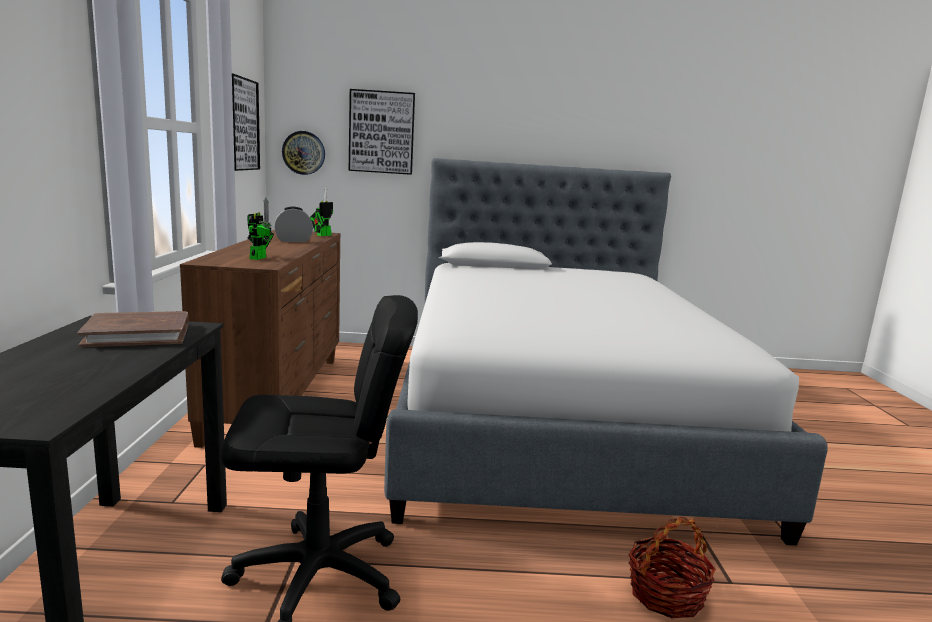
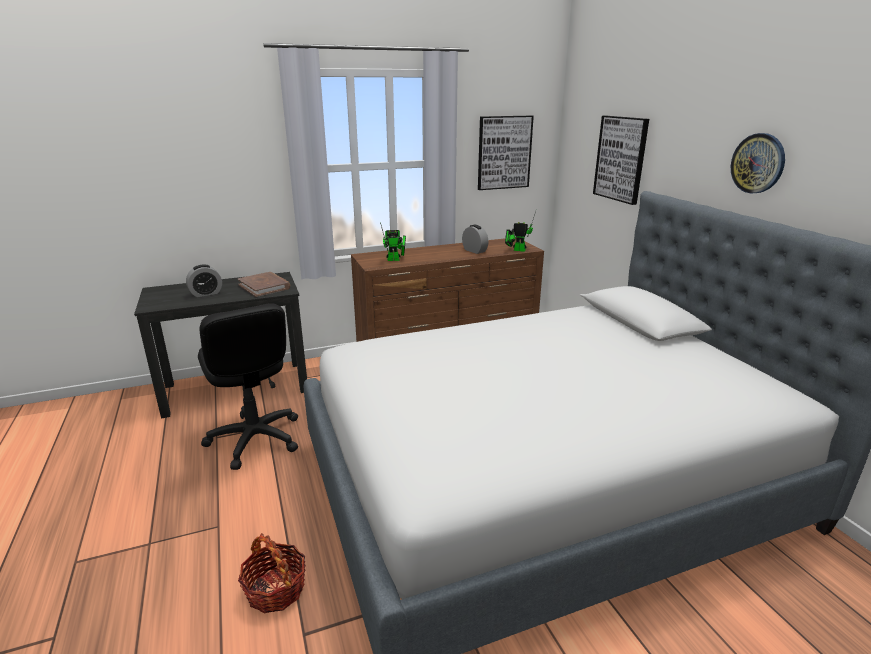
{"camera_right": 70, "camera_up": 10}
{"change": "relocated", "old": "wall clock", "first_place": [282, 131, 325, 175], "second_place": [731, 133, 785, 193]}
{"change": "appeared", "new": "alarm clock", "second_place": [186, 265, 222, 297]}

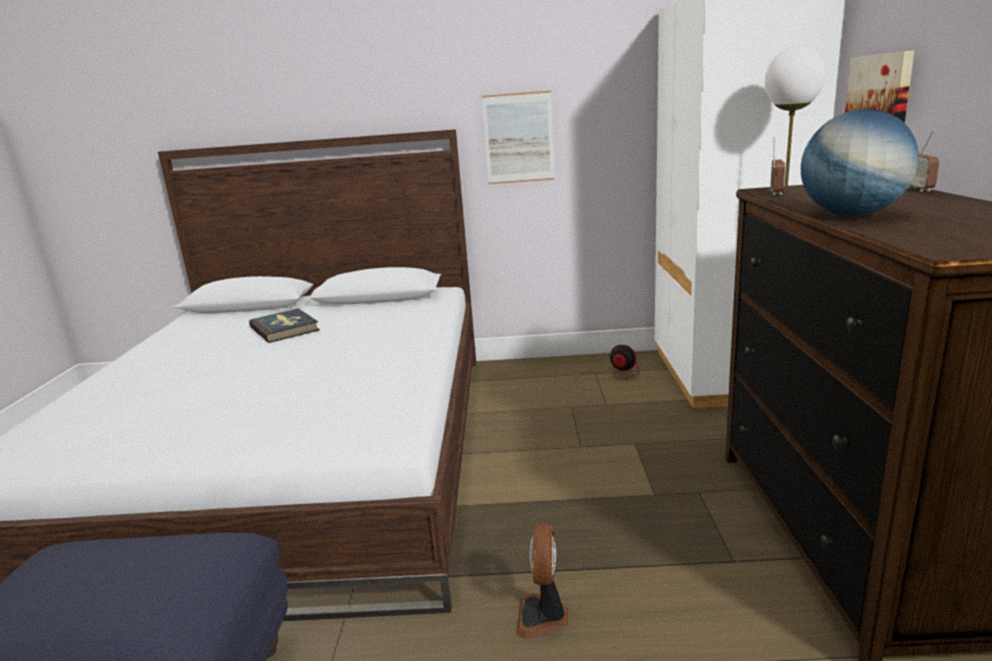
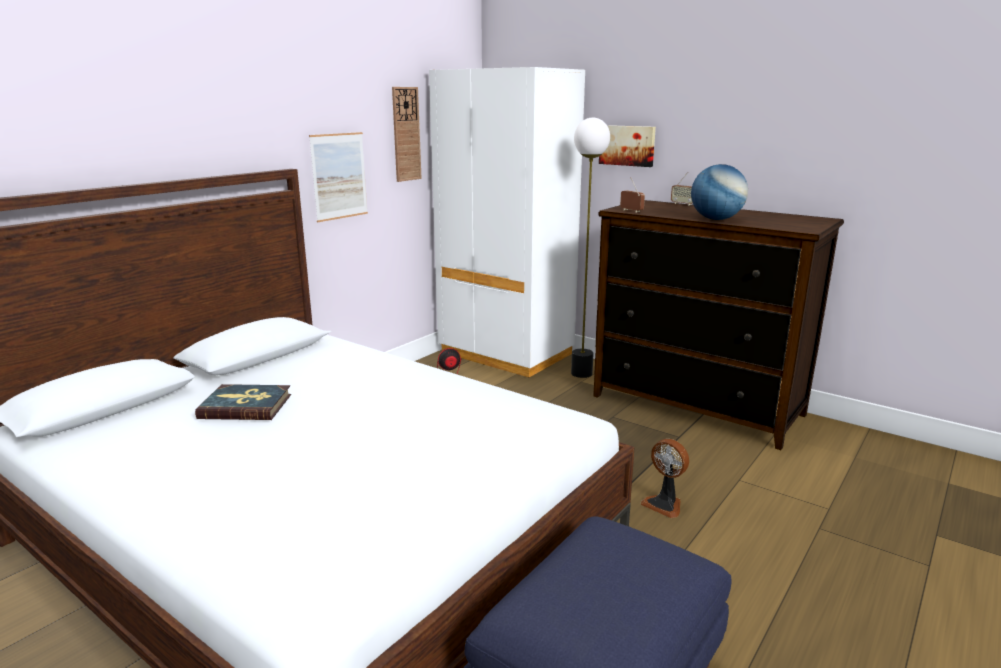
{"camera_right": -55, "camera_up": 0}
{"change": "appeared", "new": "wall clock", "second_place": [392, 87, 422, 182]}

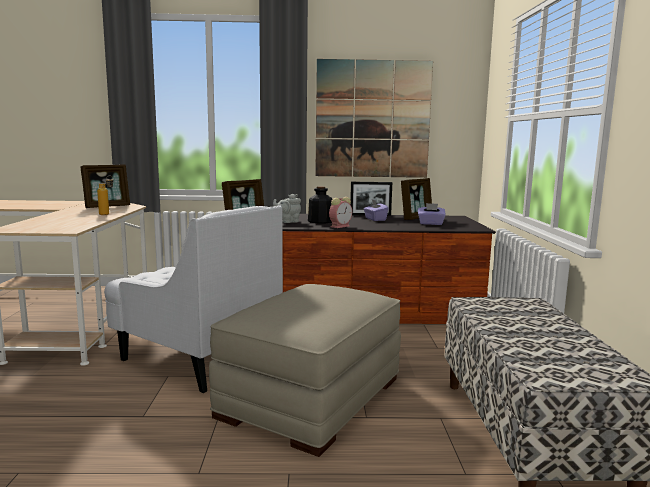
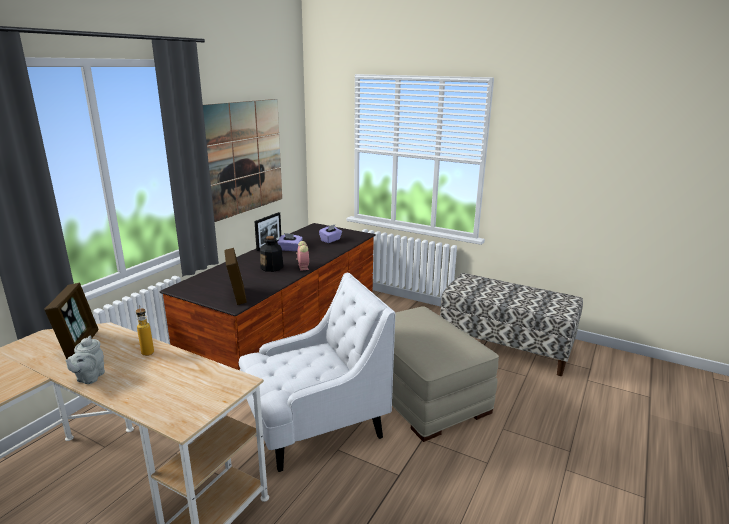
{"camera_right": -60, "camera_up": 10}
{"change": "relocated", "old": "grey teapot", "first_place": [273, 194, 301, 223], "second_place": [65, 335, 105, 384]}
{"change": "missing", "old": "picture frame", "first_place": [401, 178, 432, 220]}

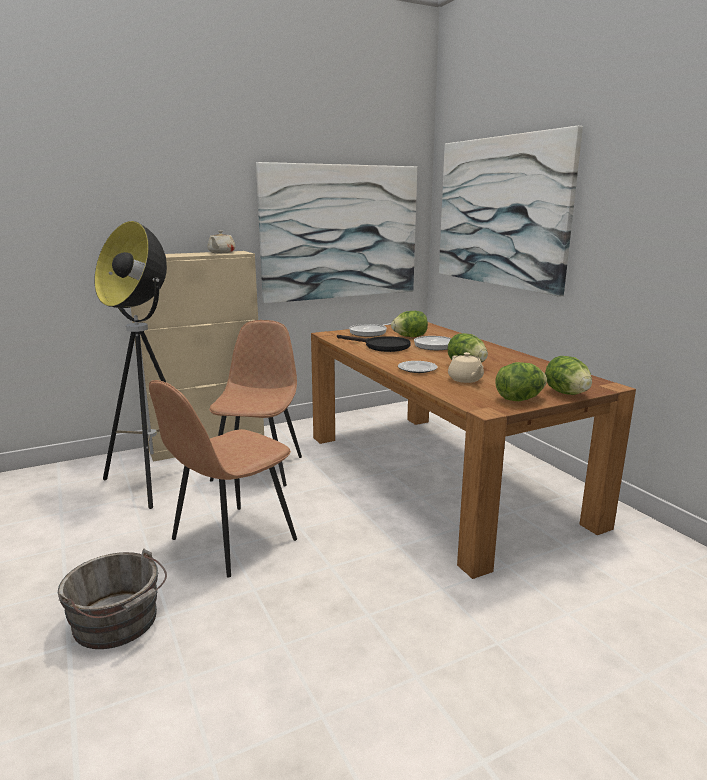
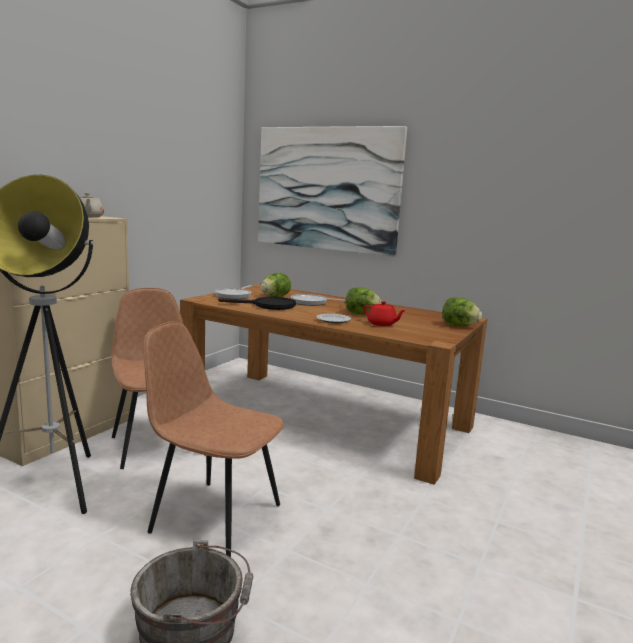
{"camera_right": -35, "camera_up": -5}
{"change": "spun", "old": "brown chair", "first_place": [149, 380, 297, 578], "second_place": [143, 321, 284, 557], "degrees": 105}
{"change": "missing", "old": "picture", "first_place": [256, 162, 417, 303]}
{"change": "colour", "old": "beige teapot", "new": "red teapot", "first_place": [448, 352, 484, 383], "second_place": [363, 301, 406, 326]}
{"change": "missing", "old": "lettuce", "first_place": [495, 362, 547, 401]}

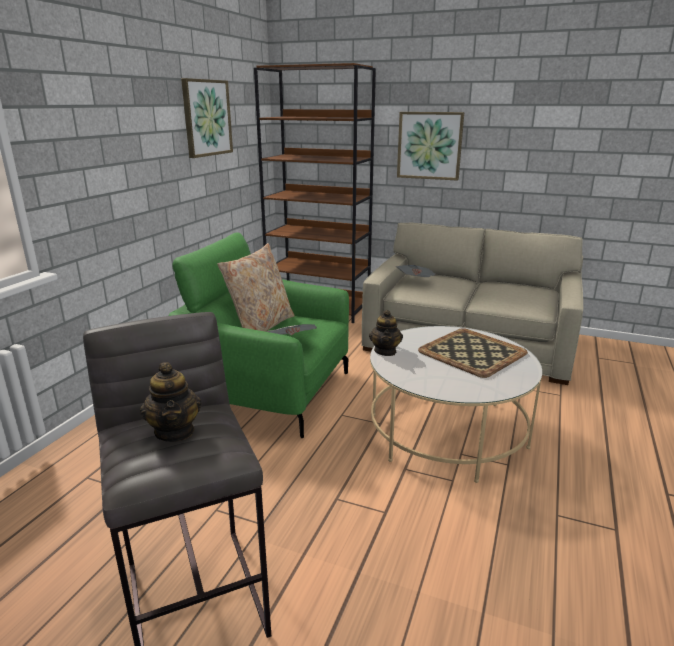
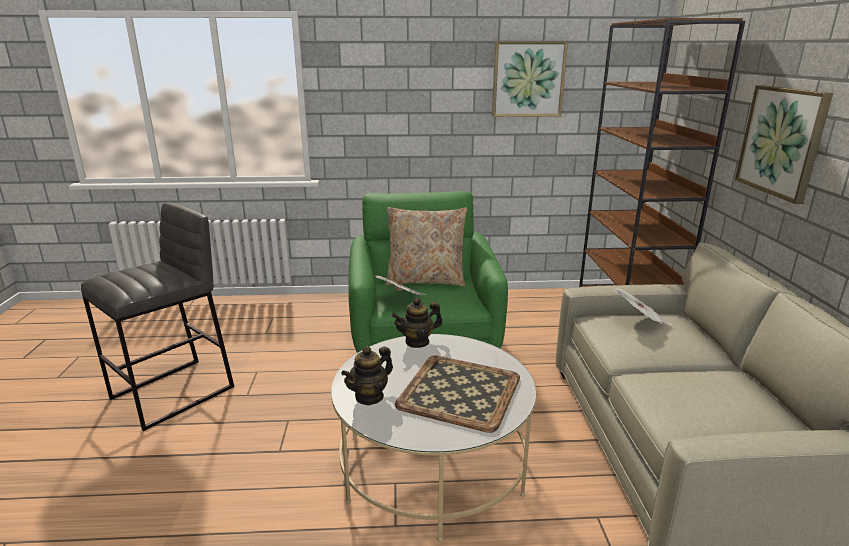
{"camera_right": 65, "camera_up": 0}
{"change": "relocated", "old": "teapot", "first_place": [140, 362, 202, 442], "second_place": [341, 346, 393, 406]}

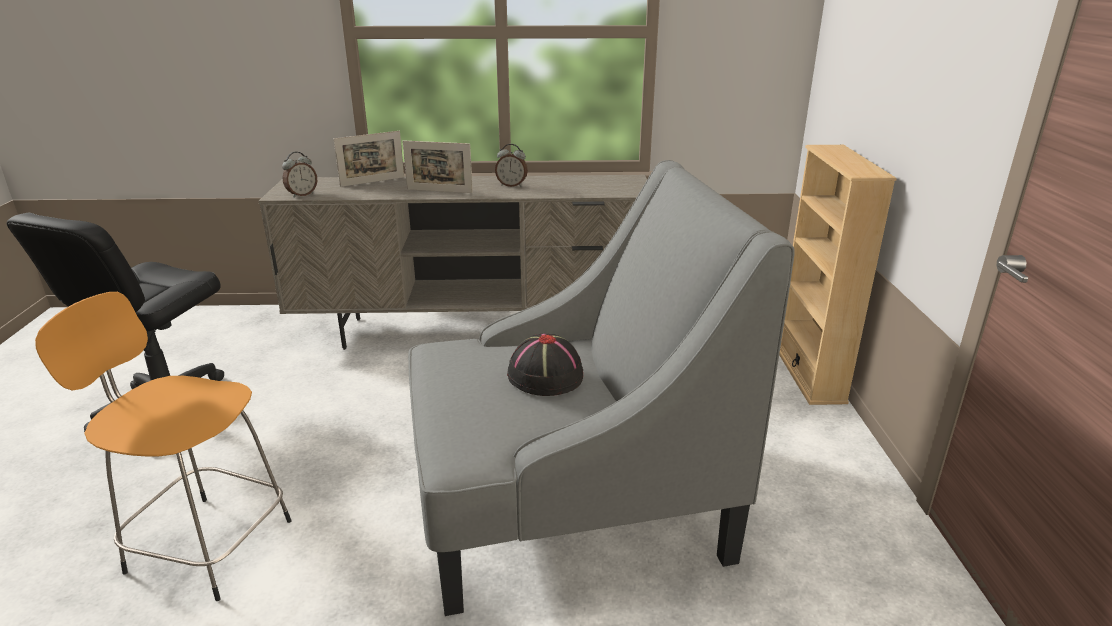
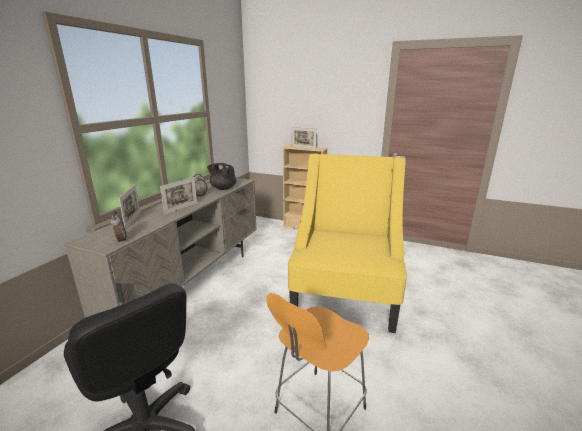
{"camera_right": -65, "camera_up": -5}
{"change": "colour", "old": "grey armchair", "new": "yellow armchair", "first_place": [408, 160, 795, 616], "second_place": [288, 154, 407, 333]}
{"change": "missing", "old": "black hat", "first_place": [507, 334, 583, 396]}
{"change": "appeared", "new": "black teapot", "second_place": [207, 163, 237, 190]}
{"change": "appeared", "new": "picture frame", "second_place": [292, 127, 317, 149]}

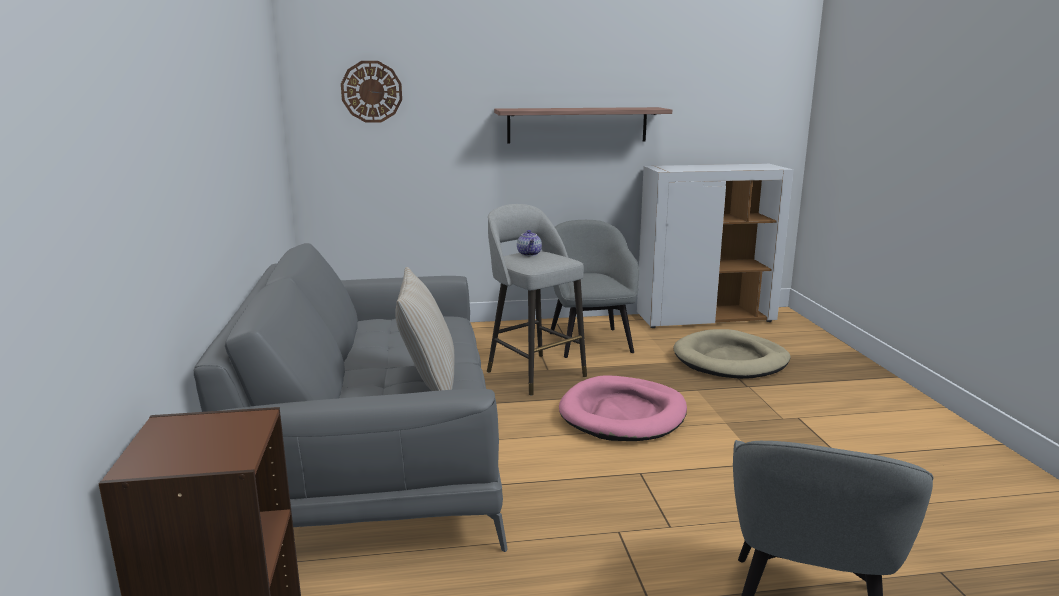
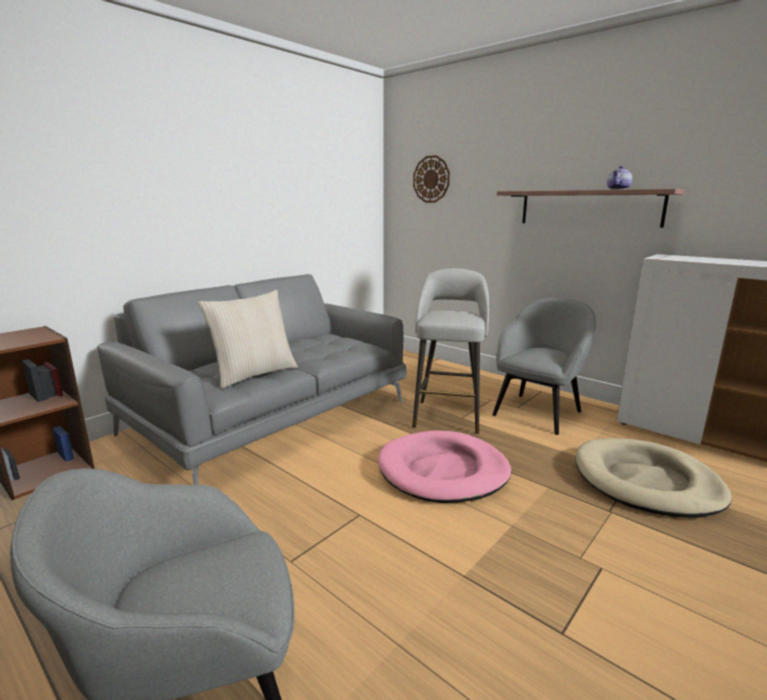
{"camera_right": 50, "camera_up": 0}
{"change": "relocated", "old": "teapot", "first_place": [517, 230, 542, 256], "second_place": [607, 166, 632, 190]}

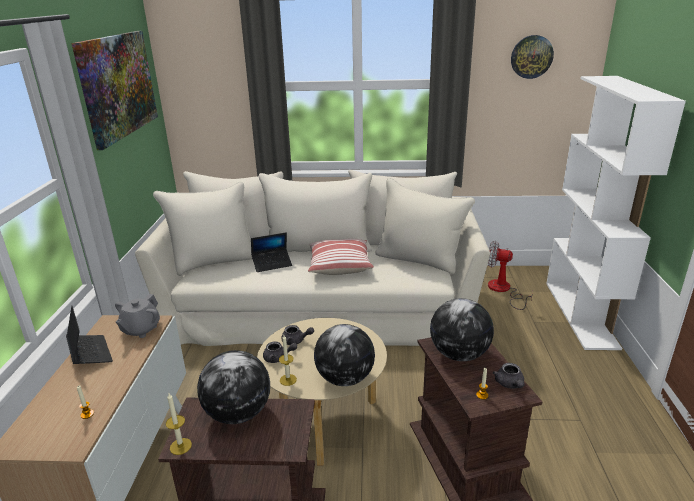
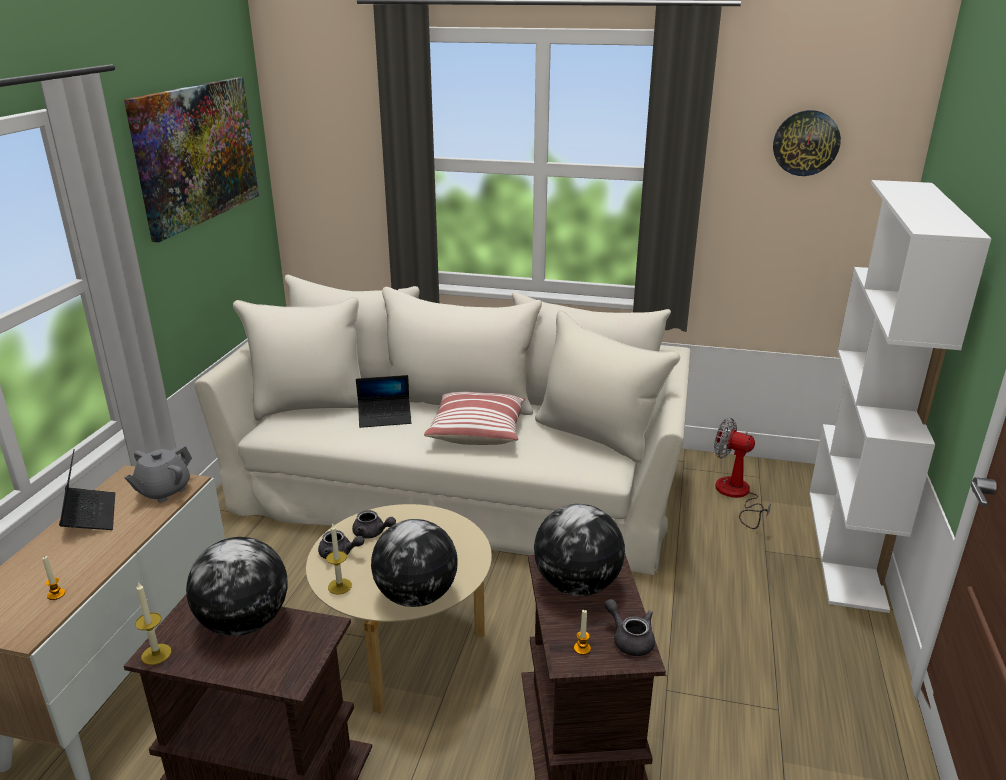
{"camera_right": 10, "camera_up": 0}
{"change": "spun", "old": "grey teapot", "first_place": [493, 363, 525, 389], "second_place": [605, 599, 655, 656], "degrees": 135}

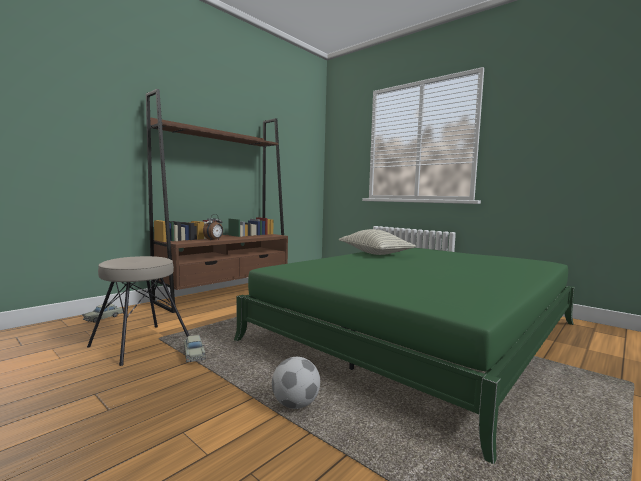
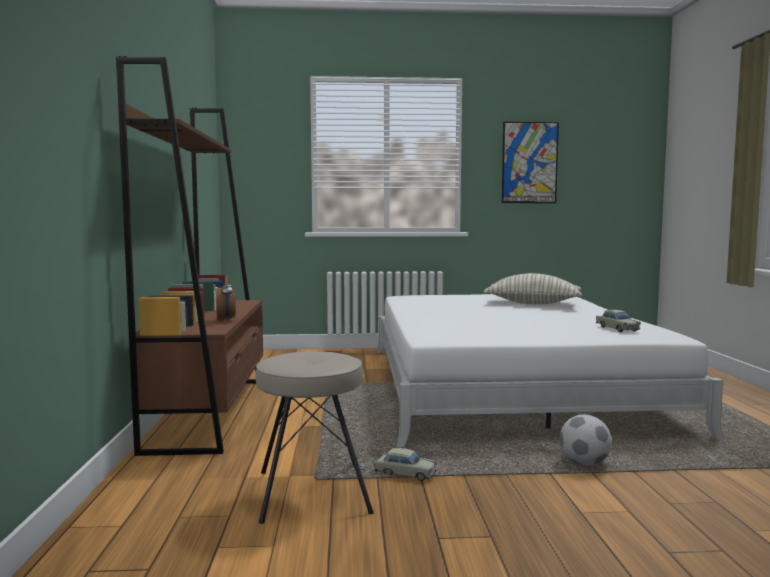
{"camera_right": -45, "camera_up": 0}
{"change": "relocated", "old": "beige toy car", "first_place": [82, 304, 123, 323], "second_place": [596, 310, 641, 332]}
{"change": "colour", "old": "green bed", "new": "white bed", "first_place": [234, 248, 575, 464], "second_place": [377, 294, 724, 447]}
{"change": "relocated", "old": "pillow", "first_place": [339, 229, 416, 255], "second_place": [484, 273, 582, 304]}
{"change": "appeared", "new": "picture", "second_place": [502, 122, 559, 203]}

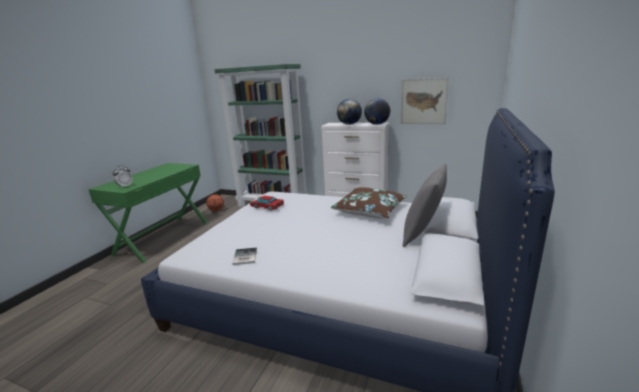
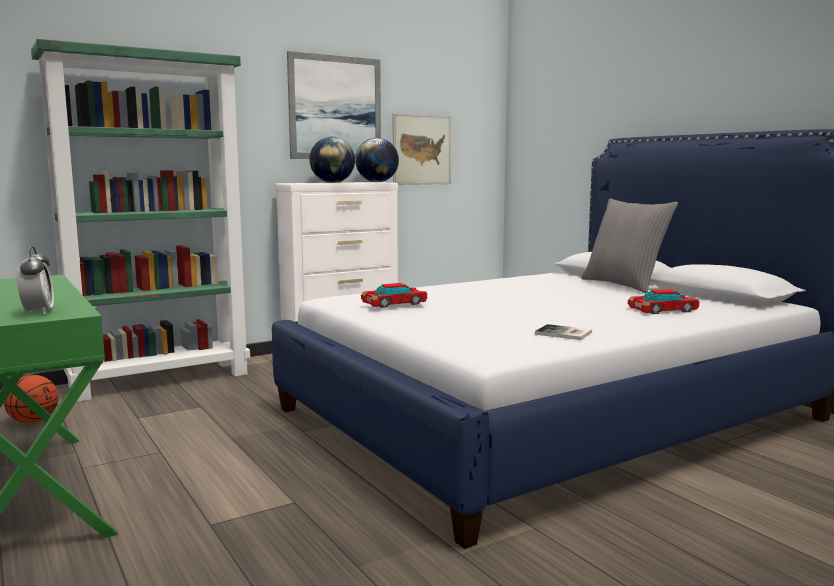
{"camera_right": -55, "camera_up": -10}
{"change": "missing", "old": "brown pillow", "first_place": [330, 187, 407, 219]}
{"change": "appeared", "new": "picture", "second_place": [287, 51, 381, 159]}
{"change": "appeared", "new": "toy car", "second_place": [628, 289, 699, 314]}

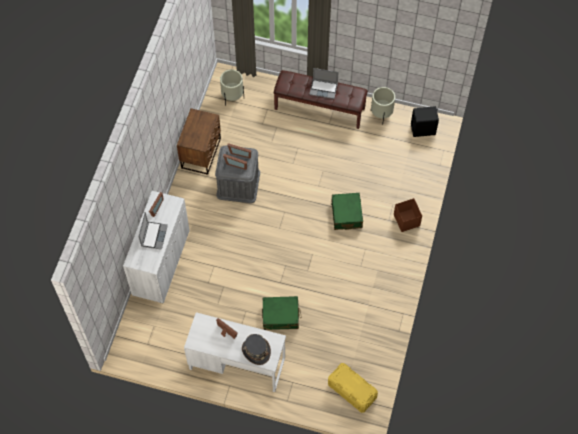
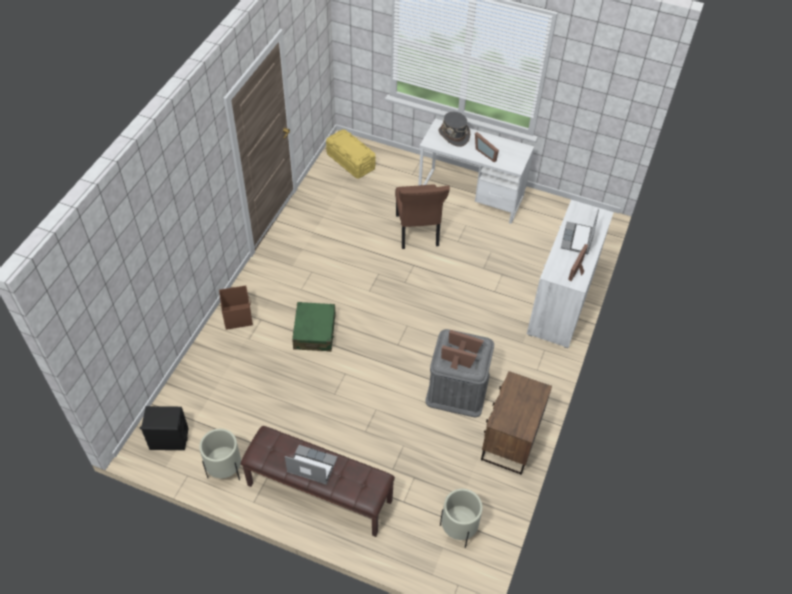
{"camera_right": -175, "camera_up": -10}
{"change": "exchanged", "old": "green suitcase", "new": "brown chair", "first_place": [262, 296, 301, 330], "second_place": [395, 185, 450, 249]}

